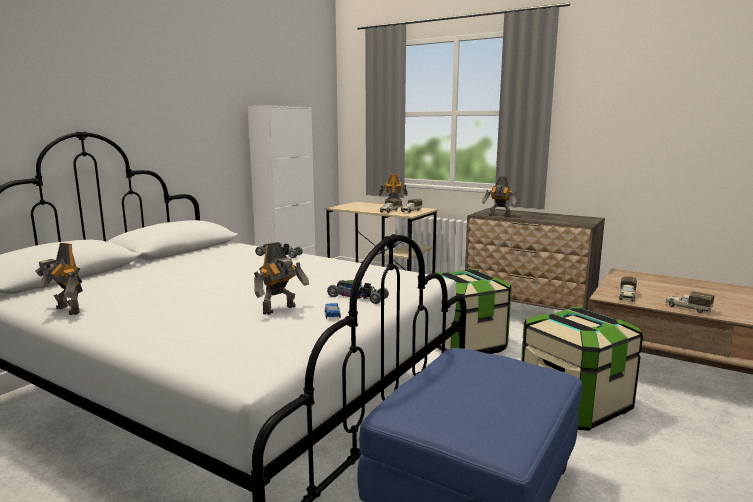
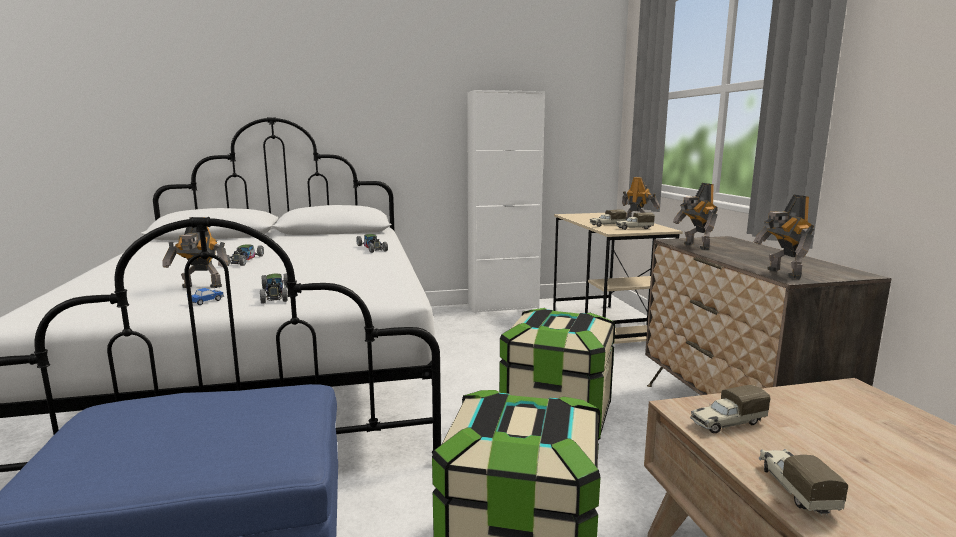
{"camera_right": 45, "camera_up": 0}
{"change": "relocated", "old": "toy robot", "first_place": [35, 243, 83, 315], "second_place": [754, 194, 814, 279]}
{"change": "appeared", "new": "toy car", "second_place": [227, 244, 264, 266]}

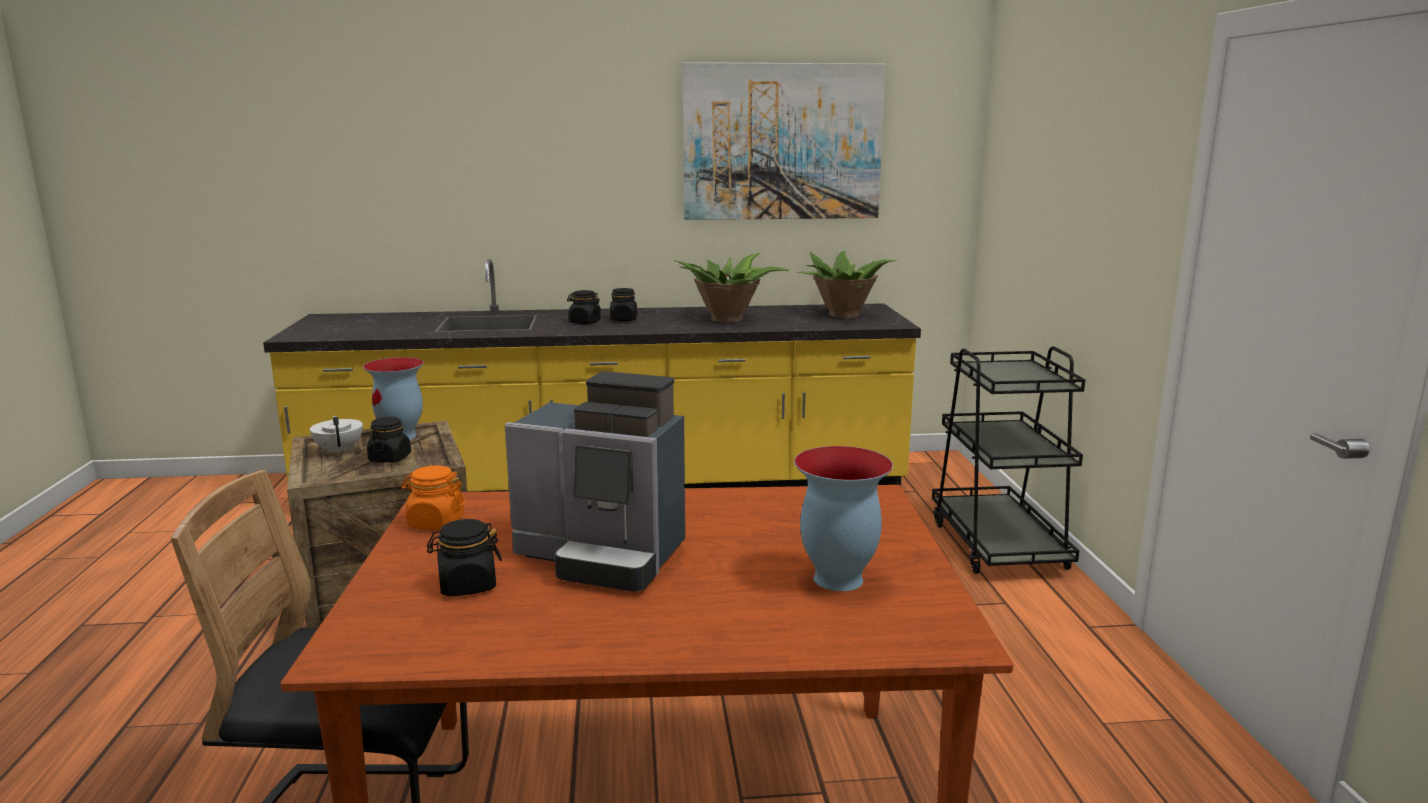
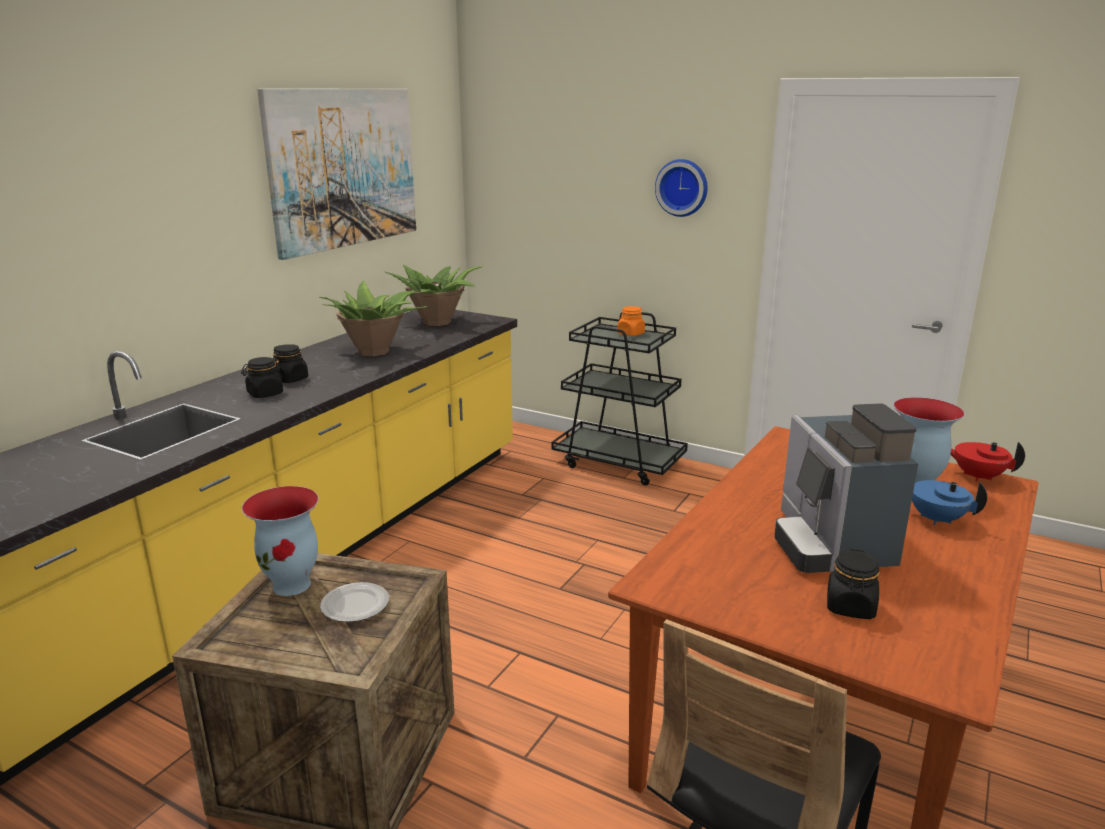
{"camera_right": -55, "camera_up": 5}
{"change": "missing", "old": "white teapot", "first_place": [310, 416, 363, 455]}
{"change": "exchanged", "old": "black jar", "new": "plate", "first_place": [367, 417, 411, 463], "second_place": [320, 582, 389, 622]}
{"change": "relocated", "old": "orange jar", "first_place": [401, 465, 465, 530], "second_place": [617, 306, 645, 336]}
{"change": "spun", "old": "coffee machine", "first_place": [505, 371, 685, 592], "second_place": [774, 403, 918, 573], "degrees": 120}
{"change": "appeared", "new": "wall clock", "second_place": [655, 159, 708, 217]}
{"change": "appeared", "new": "blue teapot", "second_place": [912, 480, 987, 525]}
{"change": "appeared", "new": "red teapot", "second_place": [951, 442, 1025, 482]}

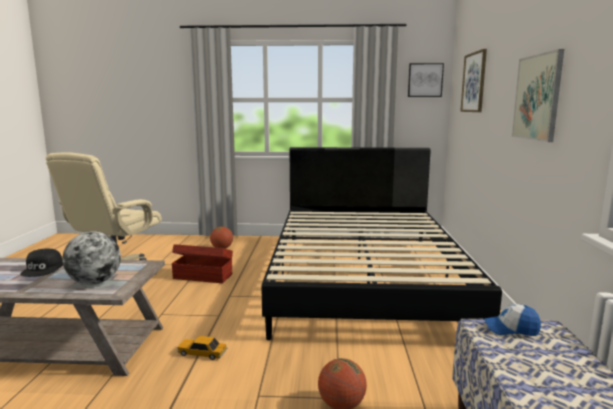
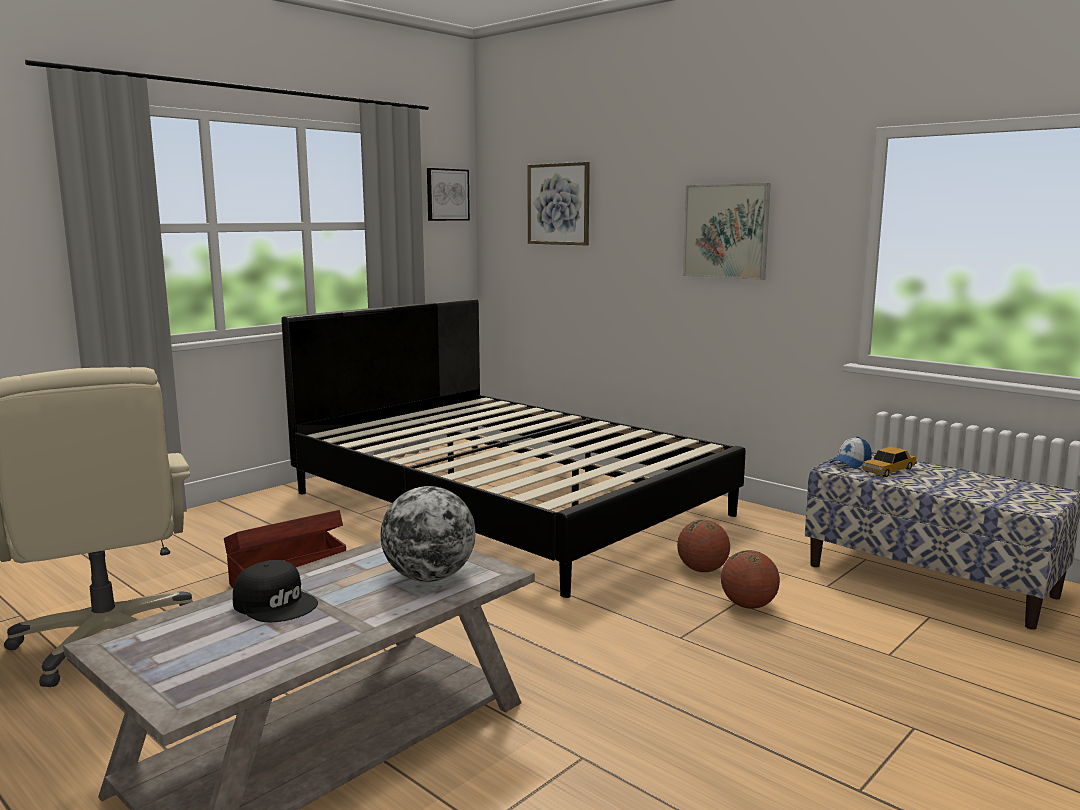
{"camera_right": -50, "camera_up": 0}
{"change": "relocated", "old": "toy car", "first_place": [177, 336, 227, 360], "second_place": [862, 447, 917, 477]}
{"change": "relocated", "old": "basketball", "first_place": [210, 226, 233, 249], "second_place": [677, 520, 730, 572]}

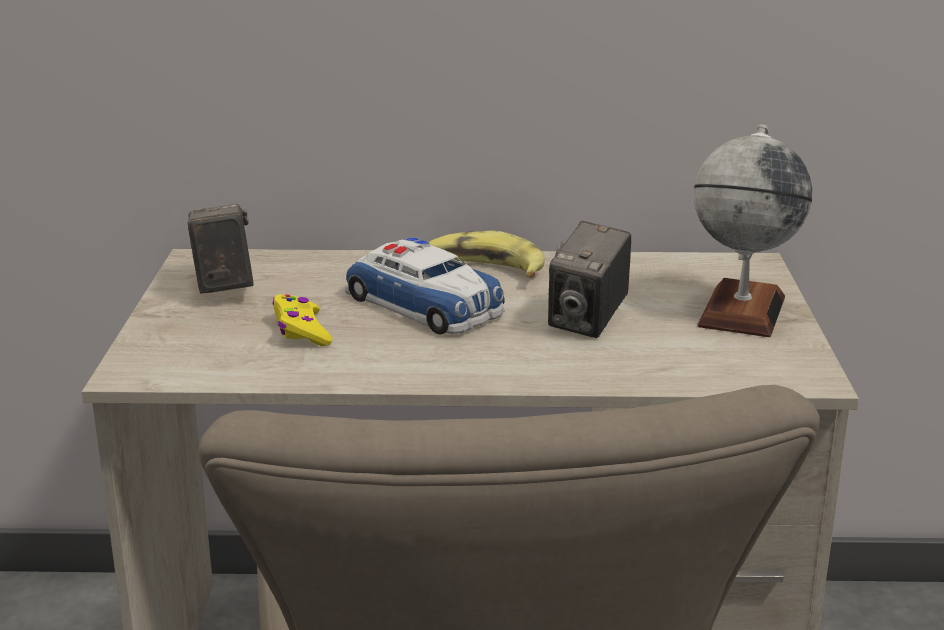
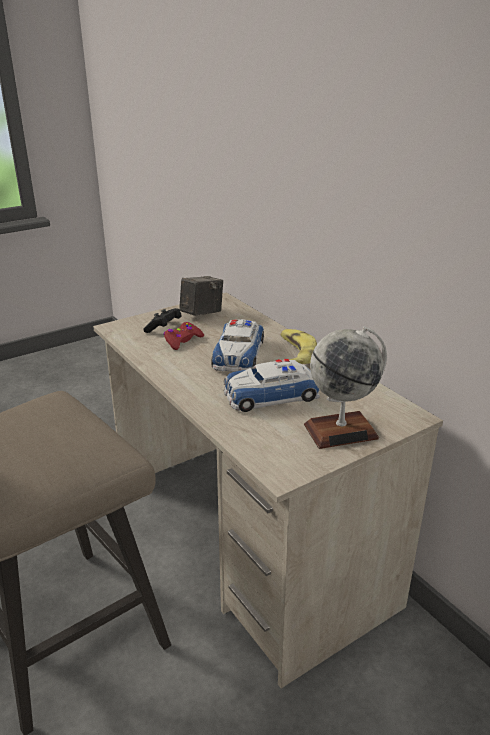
{"camera_right": 55, "camera_up": 5}
{"change": "colour", "old": "yellow game controller", "new": "red game controller", "first_place": [273, 294, 332, 346], "second_place": [163, 322, 204, 350]}
{"change": "exchanged", "old": "photo camera", "new": "toy car", "first_place": [548, 221, 631, 338], "second_place": [224, 359, 320, 412]}
{"change": "appeared", "new": "black game controller", "second_place": [143, 308, 182, 333]}

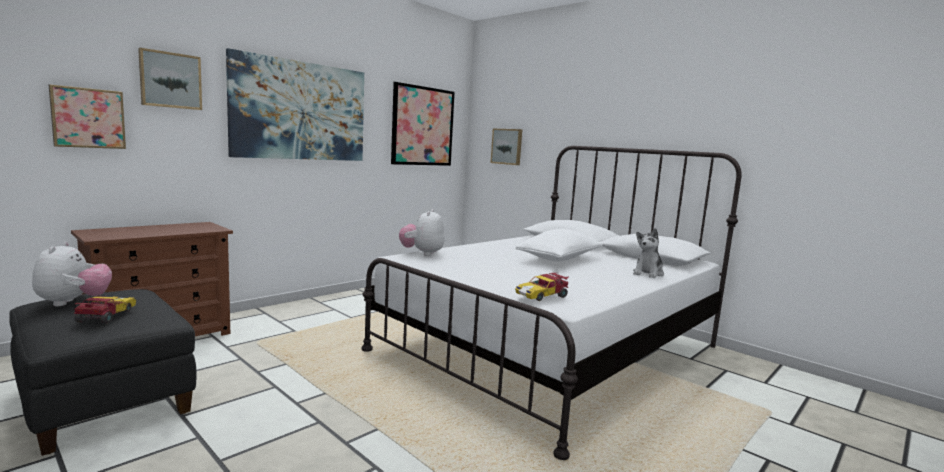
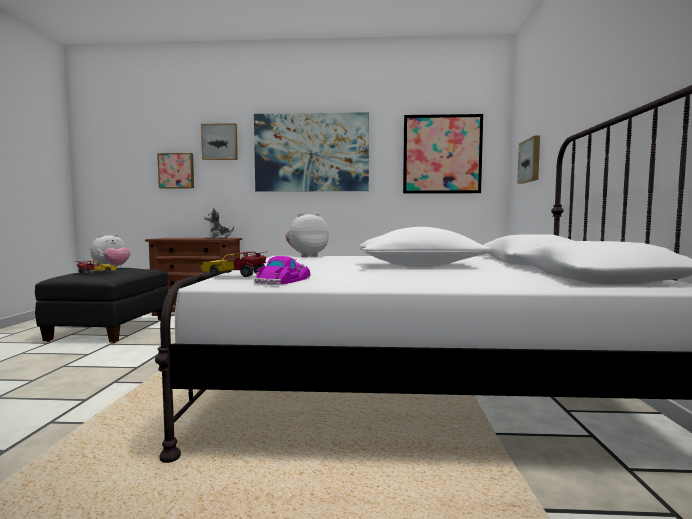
{"camera_right": 50, "camera_up": -5}
{"change": "relocated", "old": "plush toy", "first_place": [633, 228, 664, 278], "second_place": [204, 208, 234, 239]}
{"change": "appeared", "new": "toy car", "second_place": [254, 256, 311, 285]}

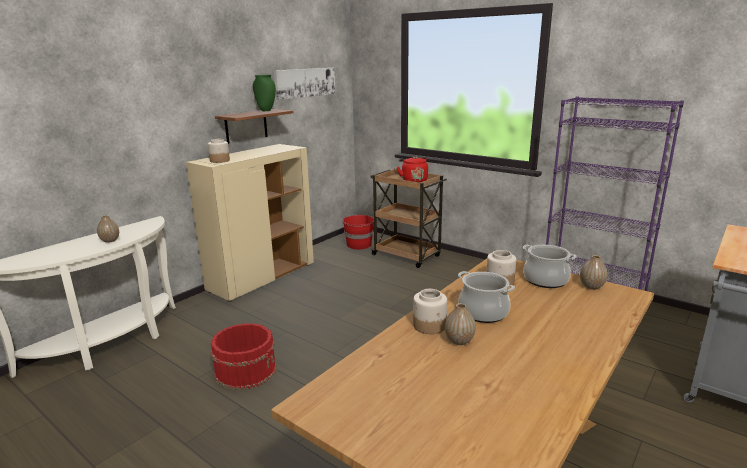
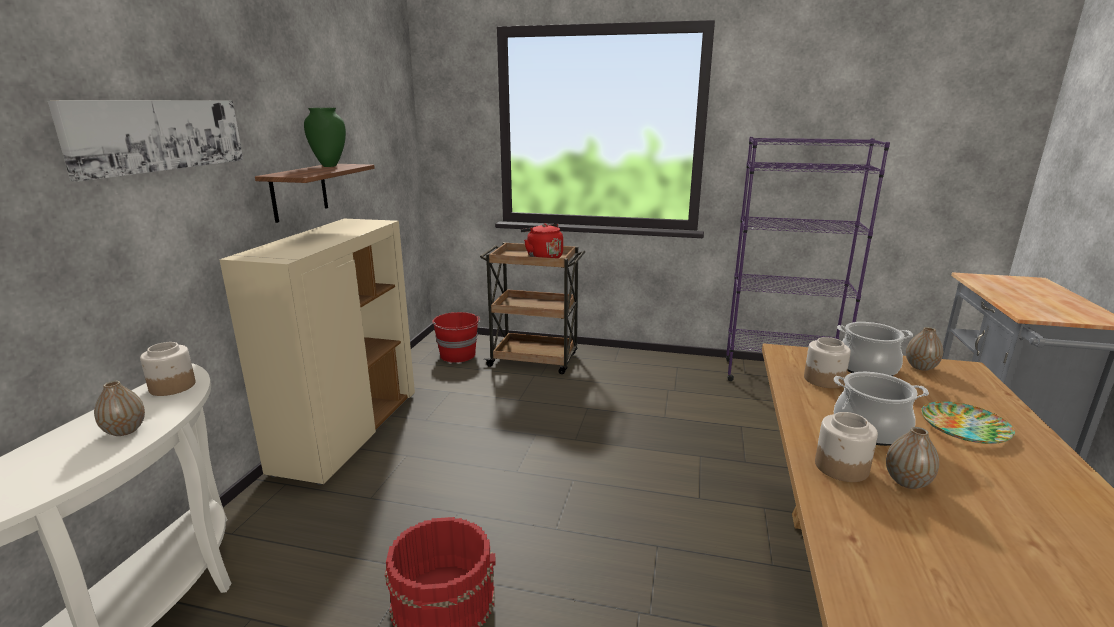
{"camera_right": -25, "camera_up": 0}
{"change": "relocated", "old": "jar", "first_place": [208, 139, 230, 163], "second_place": [140, 342, 196, 396]}
{"change": "relocated", "old": "picture", "first_place": [274, 68, 335, 100], "second_place": [48, 100, 243, 182]}
{"change": "appeared", "new": "plate", "second_place": [921, 401, 1015, 444]}

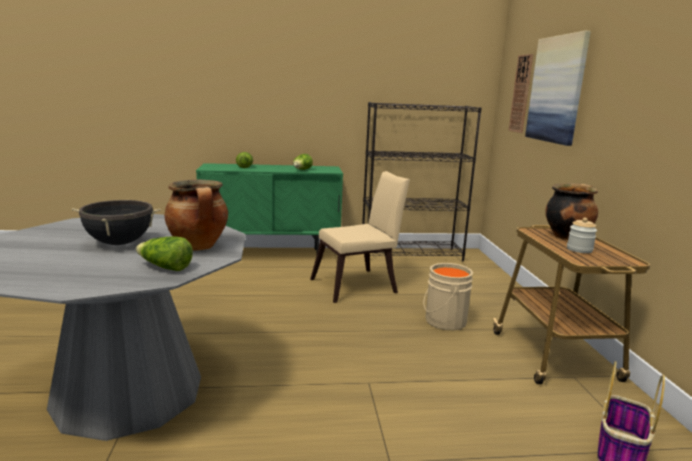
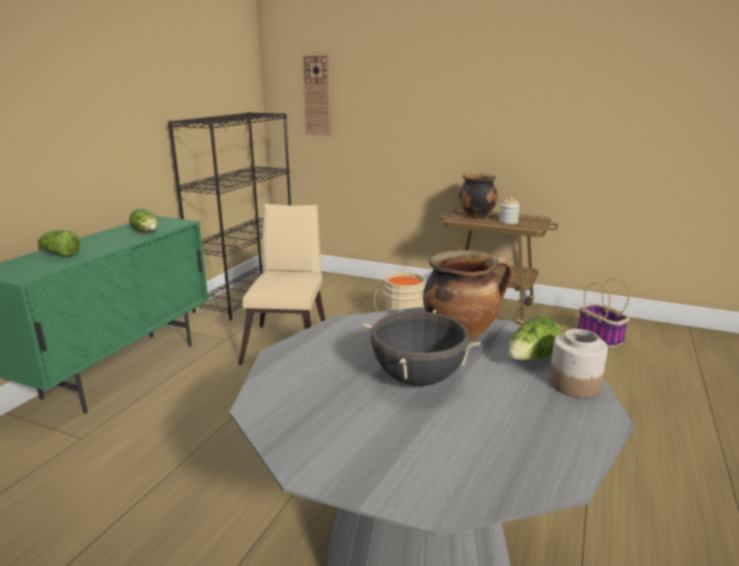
{"camera_right": -60, "camera_up": 5}
{"change": "missing", "old": "picture", "first_place": [525, 31, 591, 146]}
{"change": "appeared", "new": "jar", "second_place": [549, 329, 608, 397]}

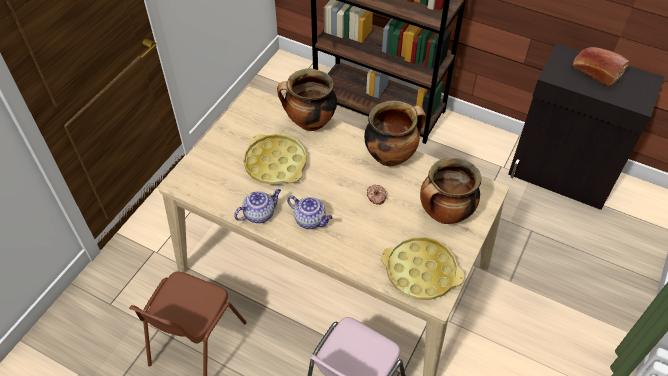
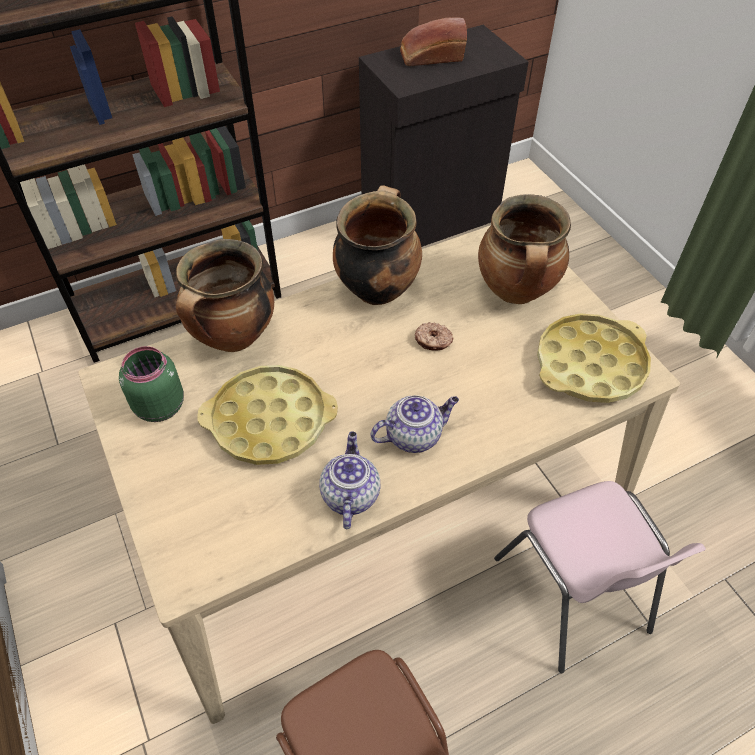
{"camera_right": -55, "camera_up": 0}
{"change": "appeared", "new": "green jar", "second_place": [119, 346, 184, 422]}

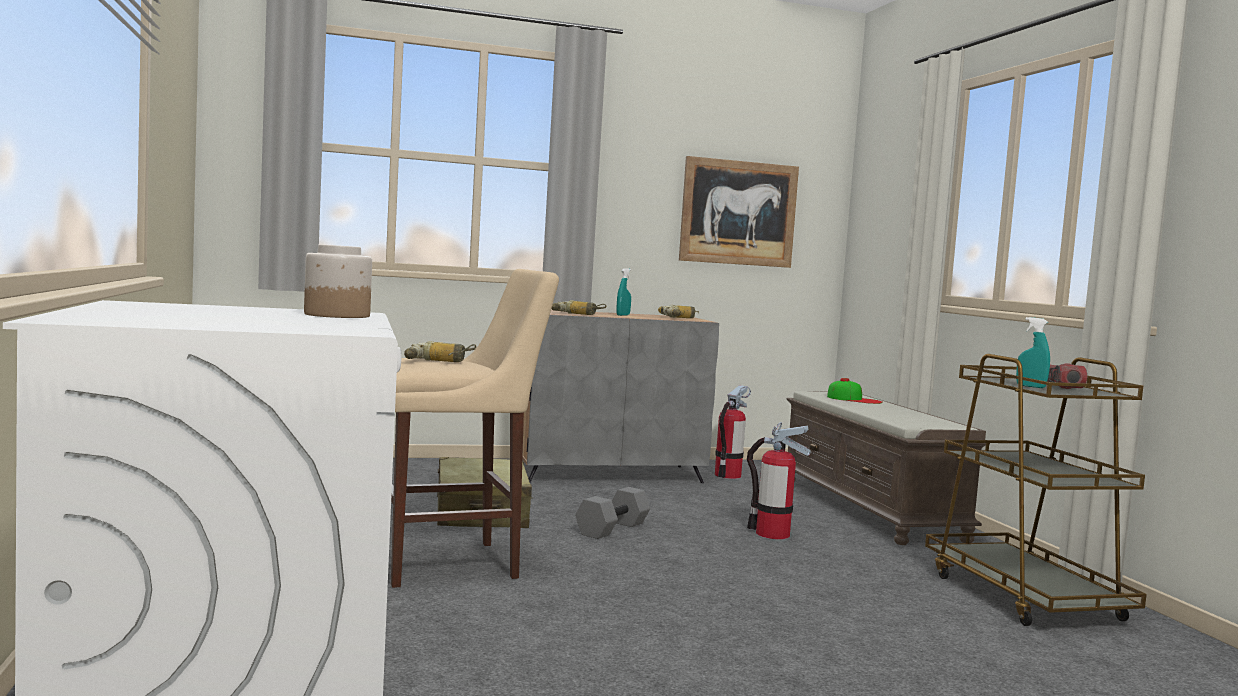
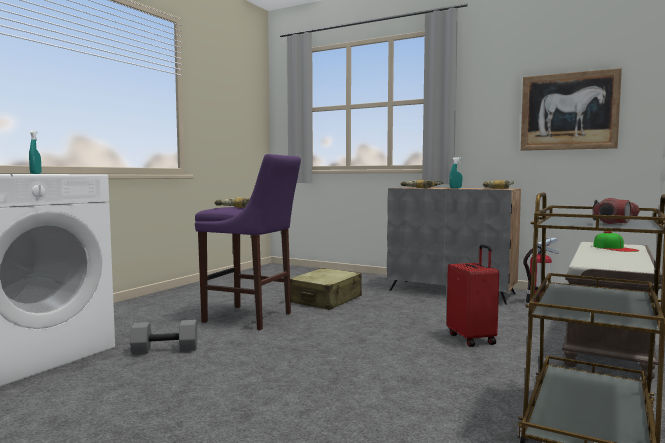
{"camera_right": 45, "camera_up": 0}
{"change": "missing", "old": "jar", "first_place": [304, 244, 372, 318]}
{"change": "colour", "old": "beige stool", "new": "purple stool", "first_place": [391, 269, 559, 588], "second_place": [195, 154, 301, 330]}
{"change": "relocated", "old": "grey dumbbell", "first_place": [575, 487, 650, 539], "second_place": [130, 320, 197, 355]}
{"change": "exchanged", "old": "fire extinguisher", "new": "red suitcase", "first_place": [747, 422, 811, 539], "second_place": [447, 244, 499, 347]}
{"change": "relocated", "old": "turquoise spray bottle", "first_place": [1016, 317, 1050, 388], "second_place": [29, 131, 41, 174]}

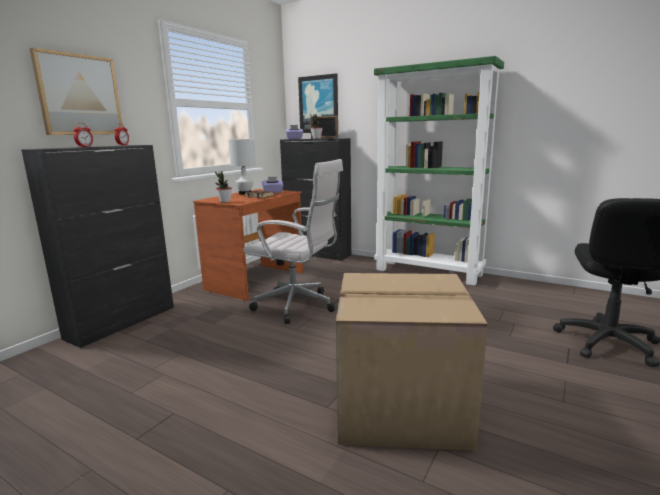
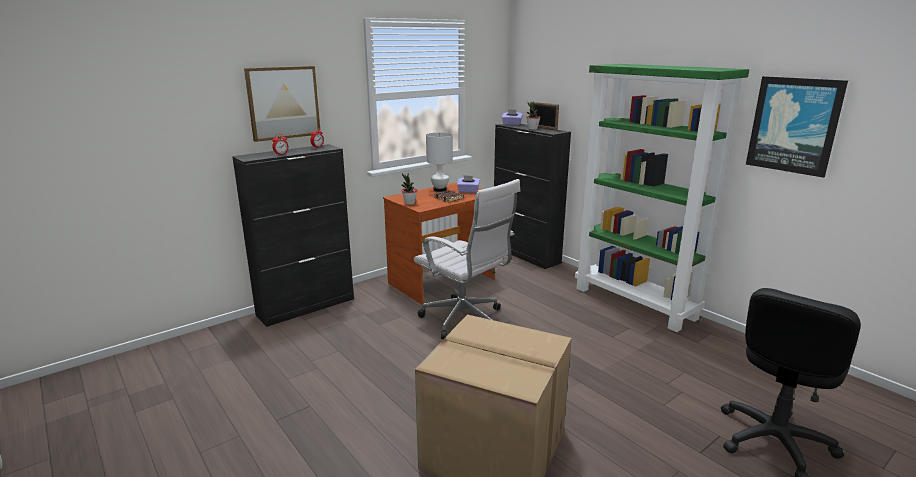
{"camera_right": 20, "camera_up": 5}
{"change": "relocated", "old": "picture", "first_place": [298, 73, 338, 133], "second_place": [746, 76, 848, 178]}

